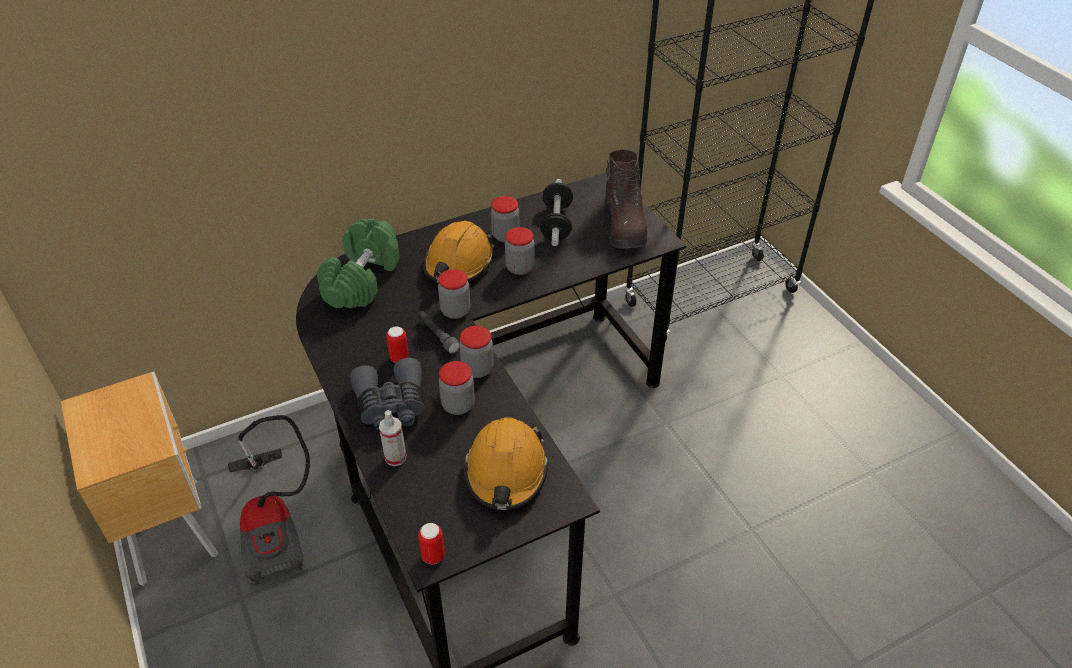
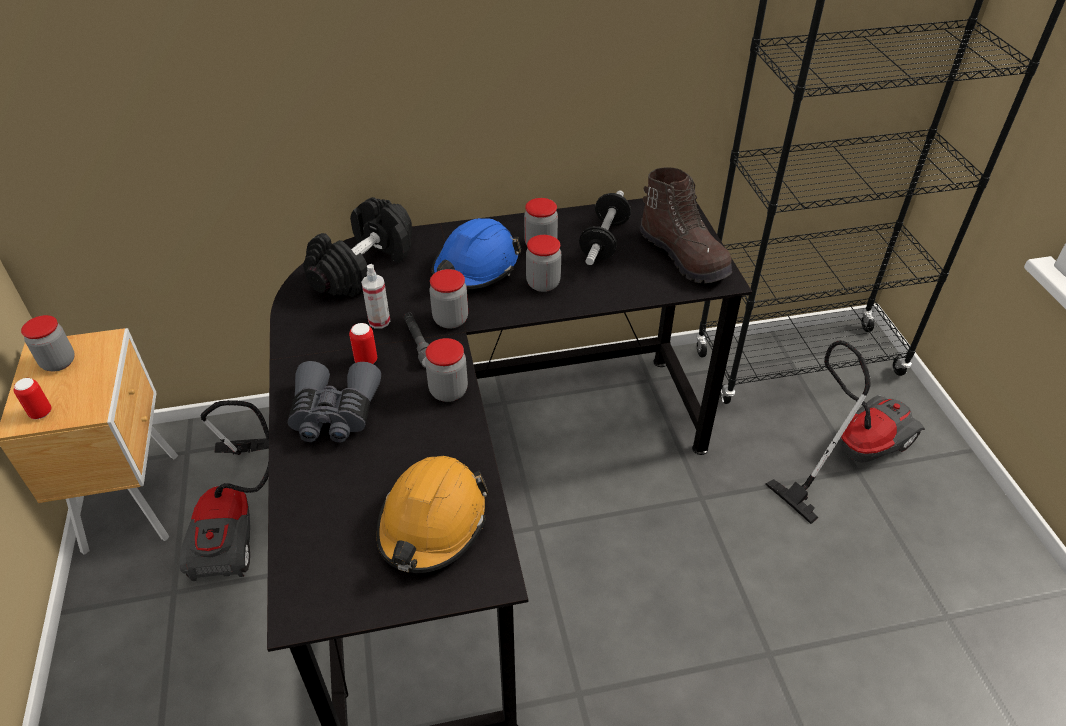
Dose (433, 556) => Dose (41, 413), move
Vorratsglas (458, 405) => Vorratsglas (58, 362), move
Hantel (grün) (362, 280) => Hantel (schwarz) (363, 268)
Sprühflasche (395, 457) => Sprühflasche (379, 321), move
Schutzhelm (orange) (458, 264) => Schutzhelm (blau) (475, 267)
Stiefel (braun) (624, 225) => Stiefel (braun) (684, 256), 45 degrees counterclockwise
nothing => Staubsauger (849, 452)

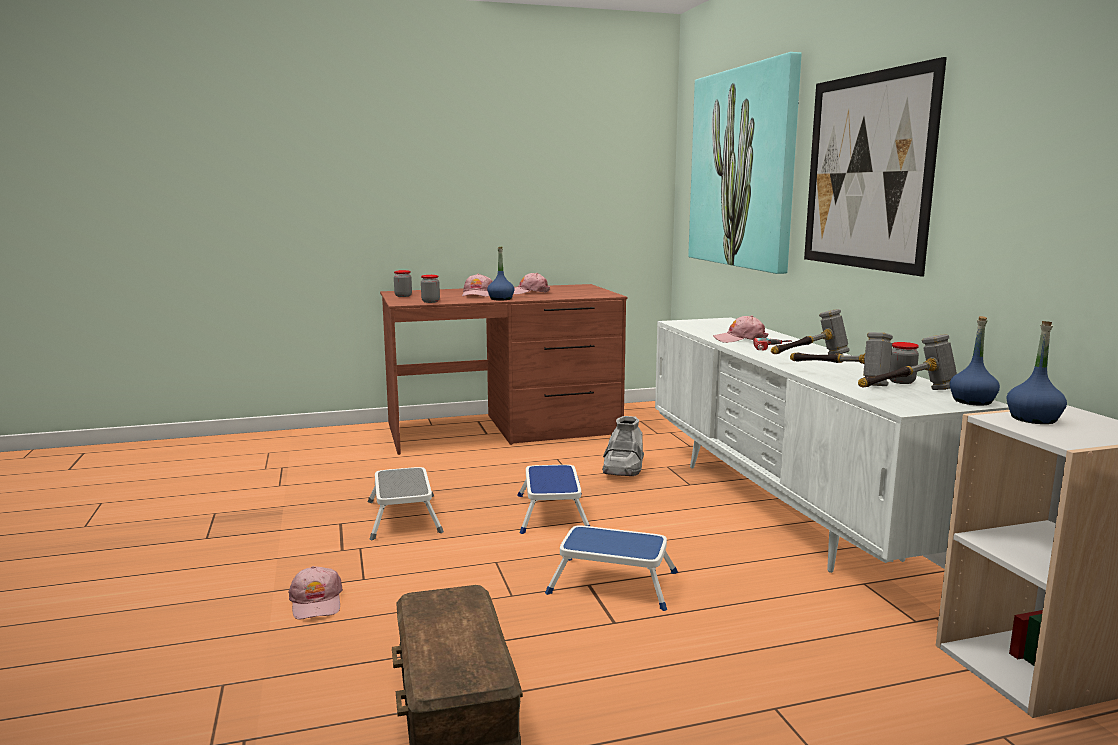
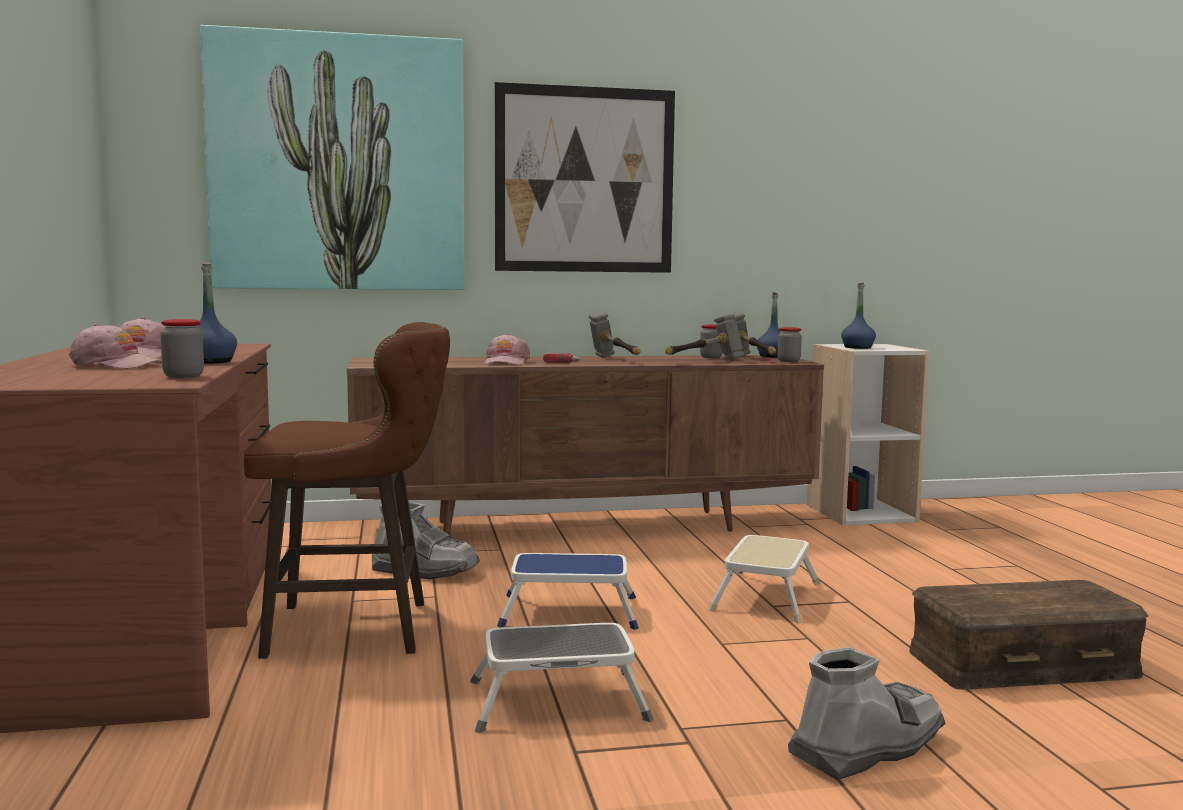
nothing => Hocker (braun) (358, 628)
Schrank (weiß) (784, 508) => Schrank (braun) (586, 526)
Trittleiter (blau) (613, 582) => Trittleiter (beige) (765, 596)
Vorratsglas (403, 296) => Vorratsglas (788, 361), move
Kappe (rosa) (316, 602) => Stiefel (grau) (866, 747)

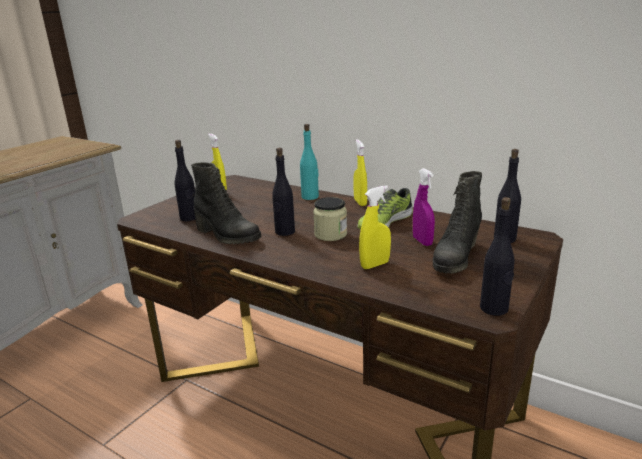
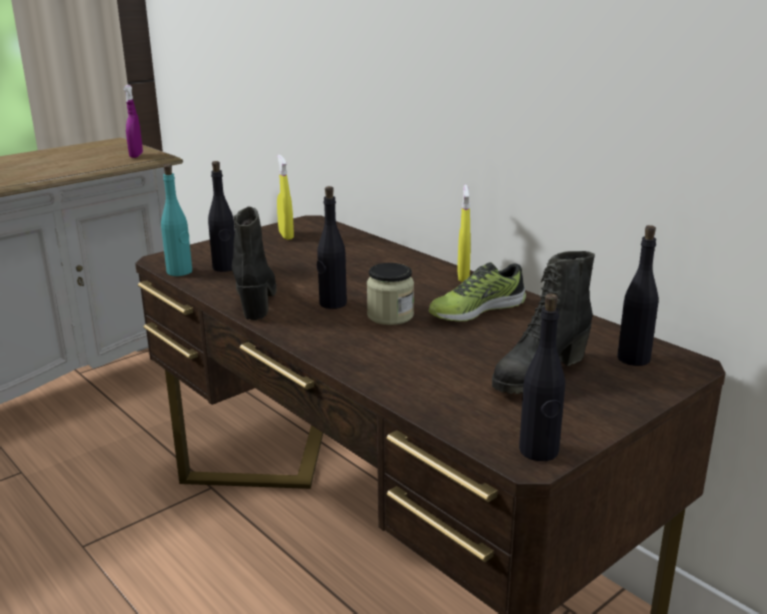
Sprühflasche (lila) (422, 241) => Sprühflasche (lila) (136, 155), move
Flasche (türkis) (310, 197) => Flasche (türkis) (180, 272), move
Stiefel (schwarz) (227, 236) => Stiefel (schwarz) (256, 298), 150 degrees counterclockwise
Sprühflasche (gelb) (375, 265) => nothing

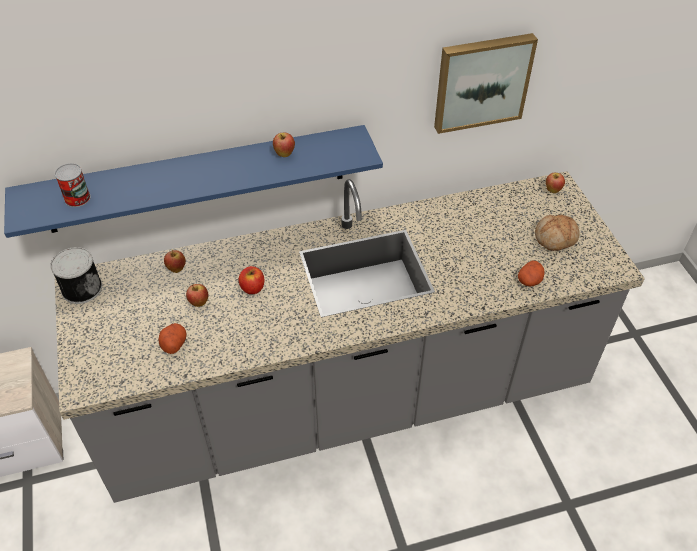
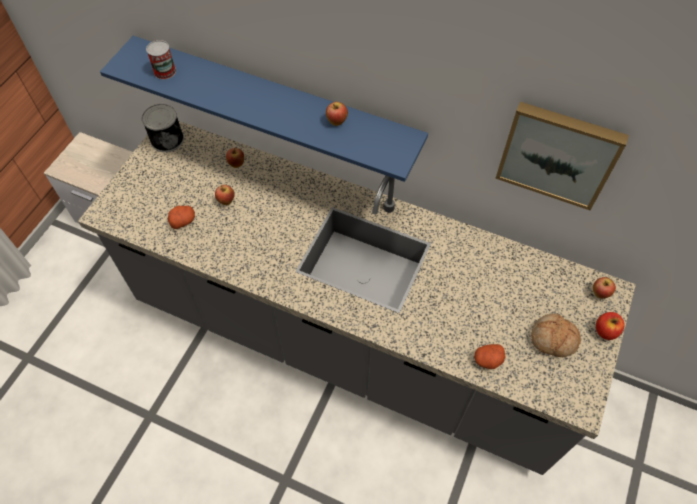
Apfel (252, 288) => Apfel (605, 330), move

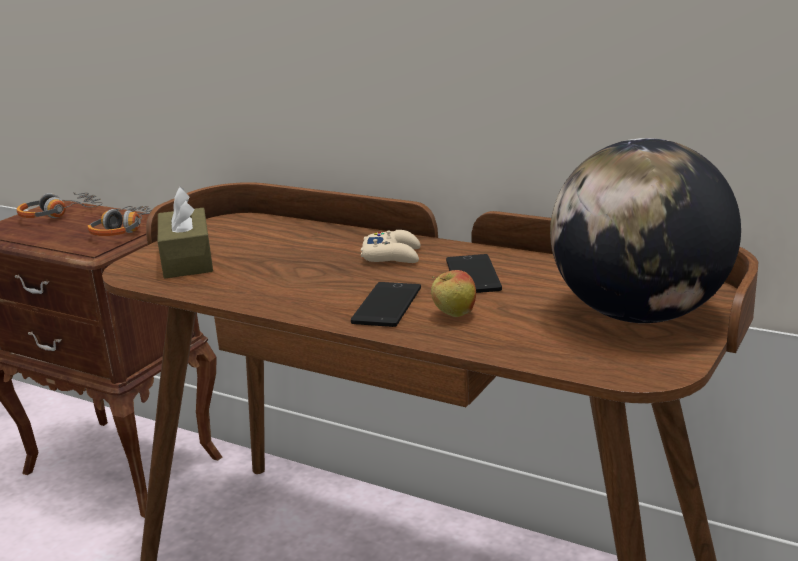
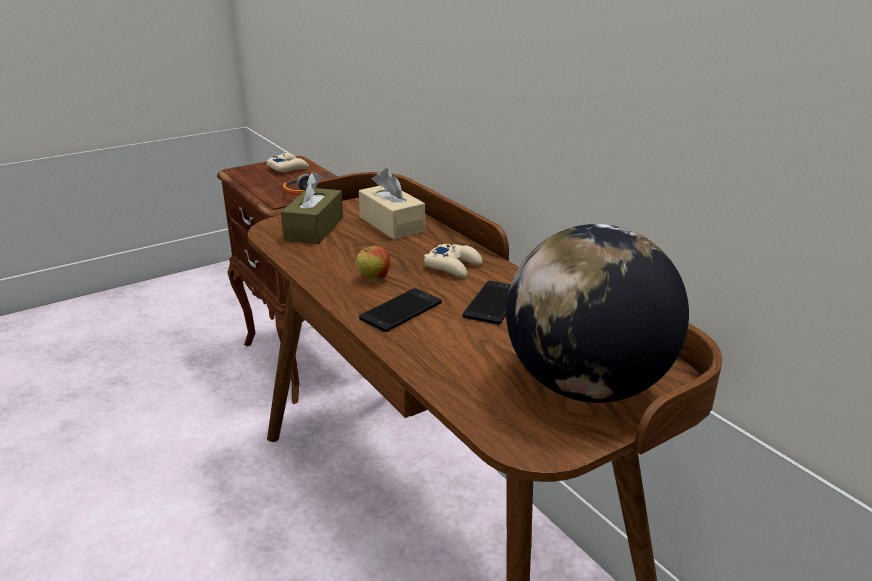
Kopfhörer (60, 214) => Gamepad (beige) (288, 168)
Apfel (454, 315) => Apfel (373, 279), move
nothing => Taschentuchbox (beige) (391, 224)

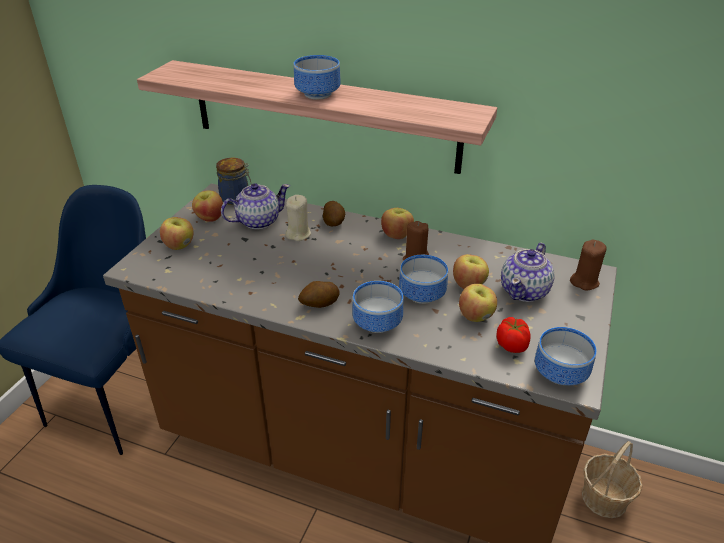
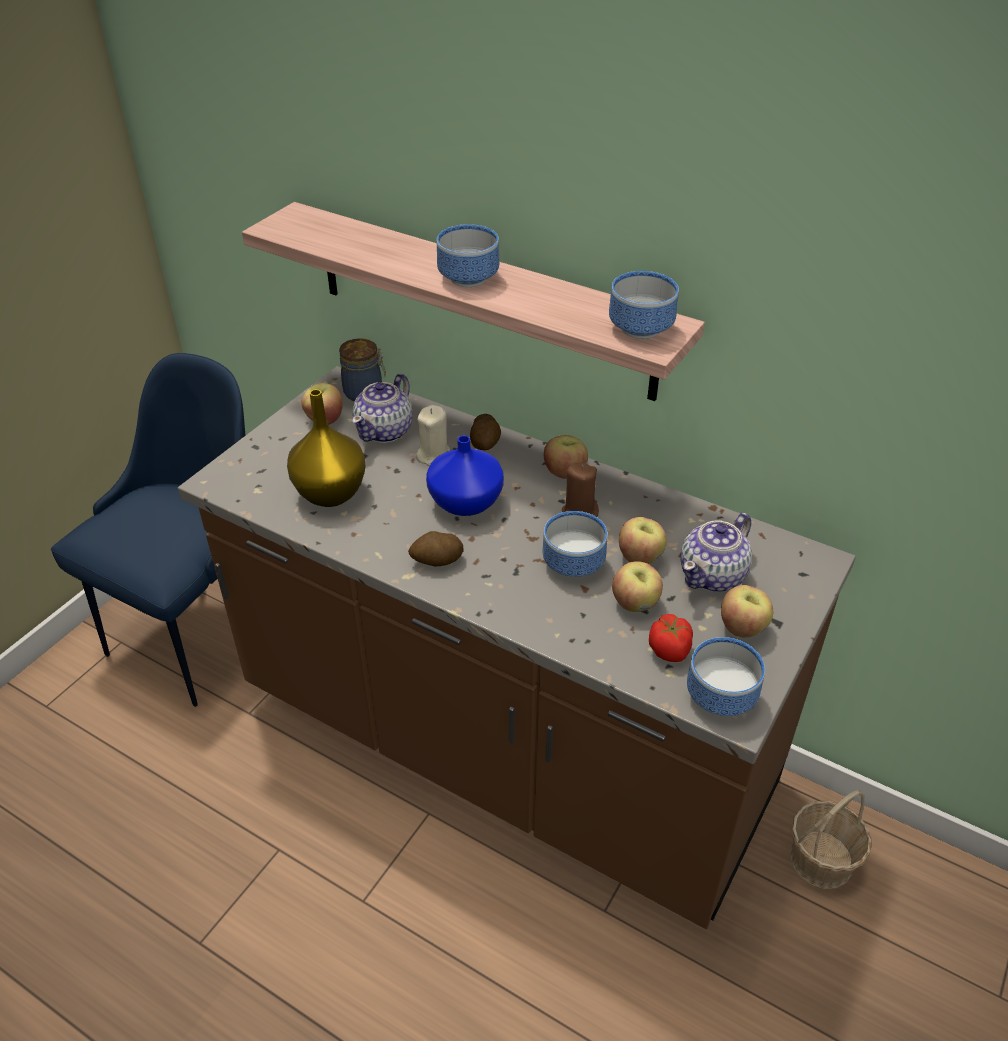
nothing => Vase (gelb) (331, 494)
Teekanne (258, 221) => Teekanne (385, 431), 135 degrees clockwise
nothing => Vase (blau) (465, 503)
Schüssel (379, 322) => Schüssel (643, 328), move
Apfel (179, 245) => Apfel (742, 627), move
Kerze (braun) (584, 282) => nothing

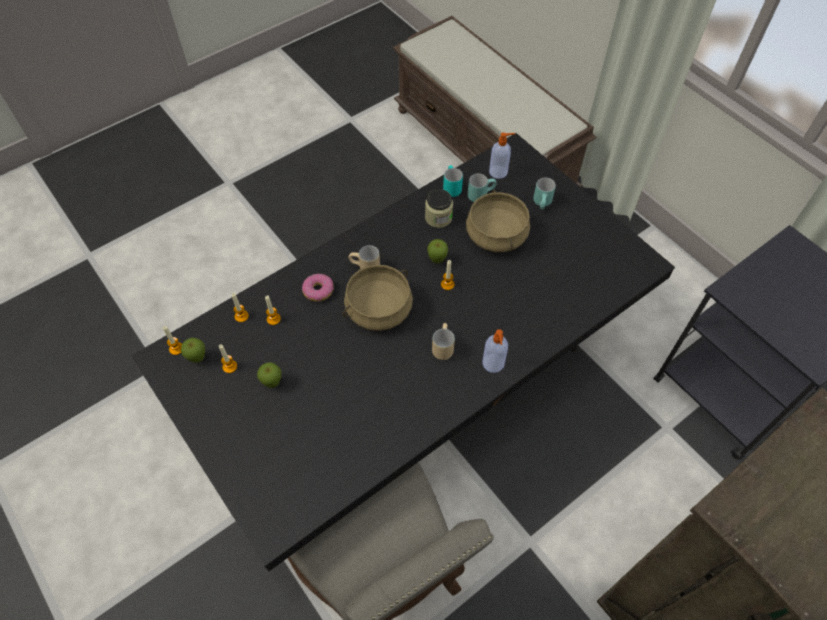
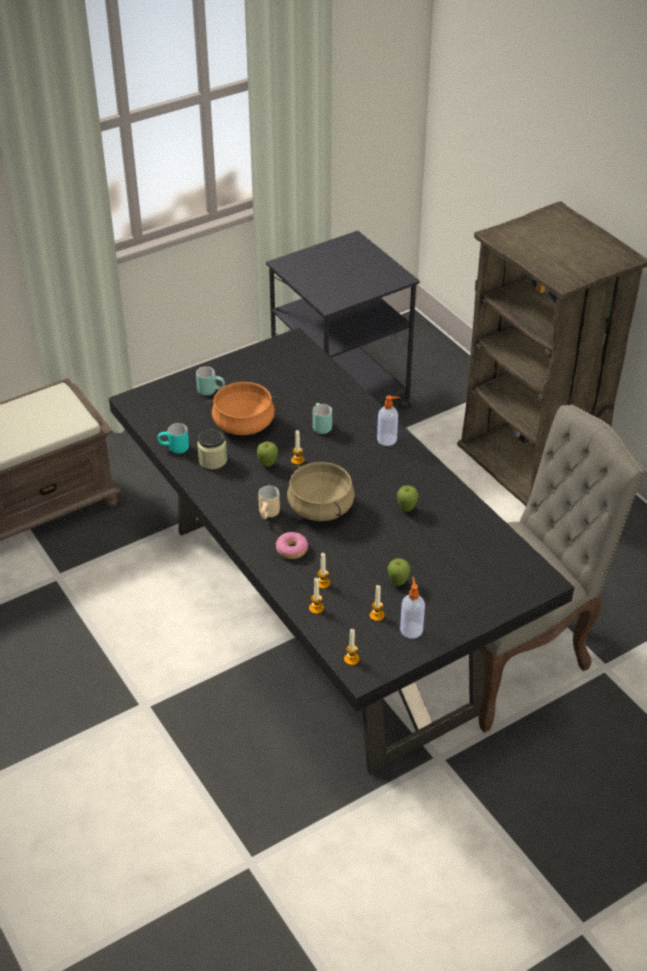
Kochtopf (beige) (497, 235) => Kochtopf (orange) (244, 423)
Henkelbecher (türkis) (480, 194) => Henkelbecher (türkis) (319, 426), move
Apfel (198, 358) => Apfel (407, 509), move
Seifenspender (499, 172) => Seifenspender (411, 629), move
Henkelbecher (beige) (441, 347) => nothing

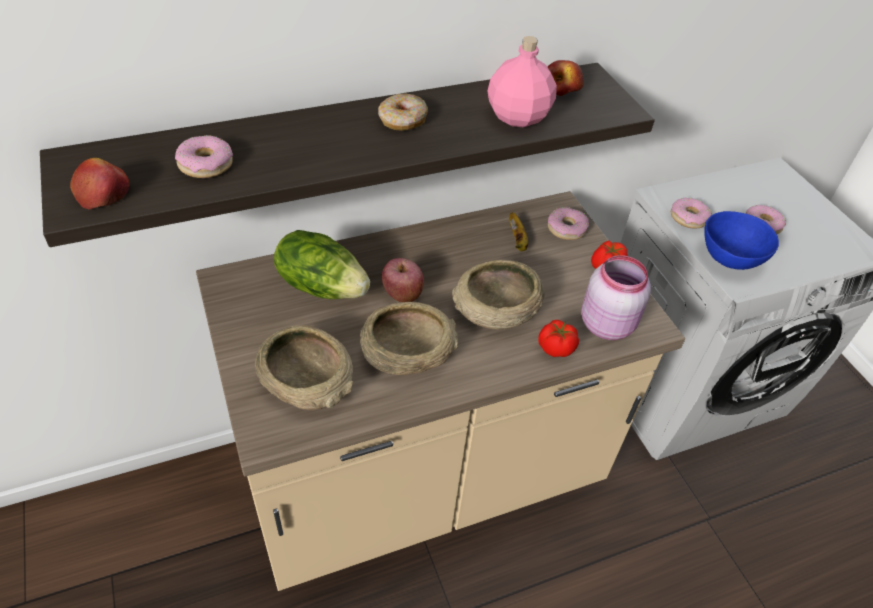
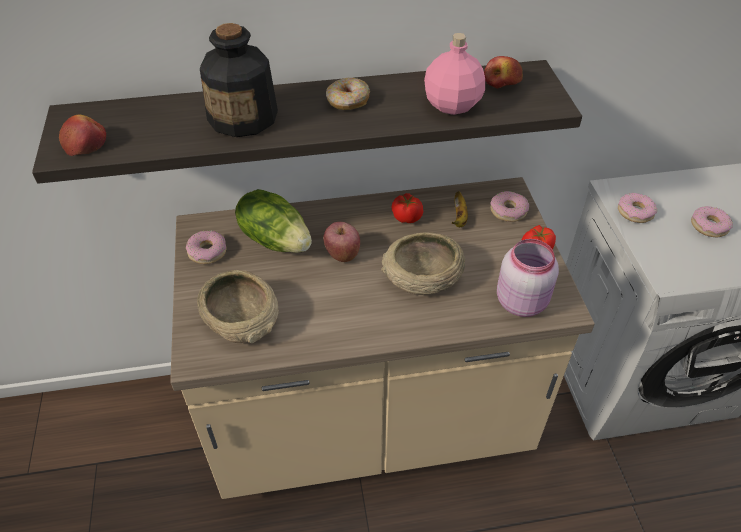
Donut (205, 164) => Donut (207, 252), move
nothing => Flasche (244, 117)
Tomate (555, 348) => Tomate (406, 218), move
Schüssel (beige) (407, 352) => nothing
Schüssel (blau) (728, 258) => nothing

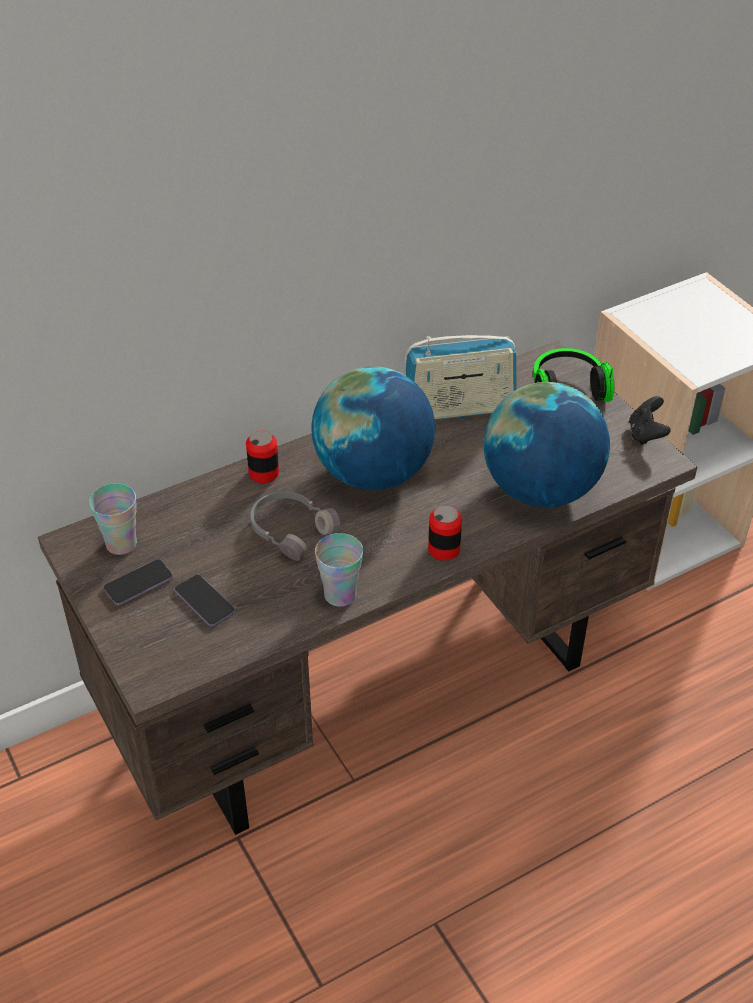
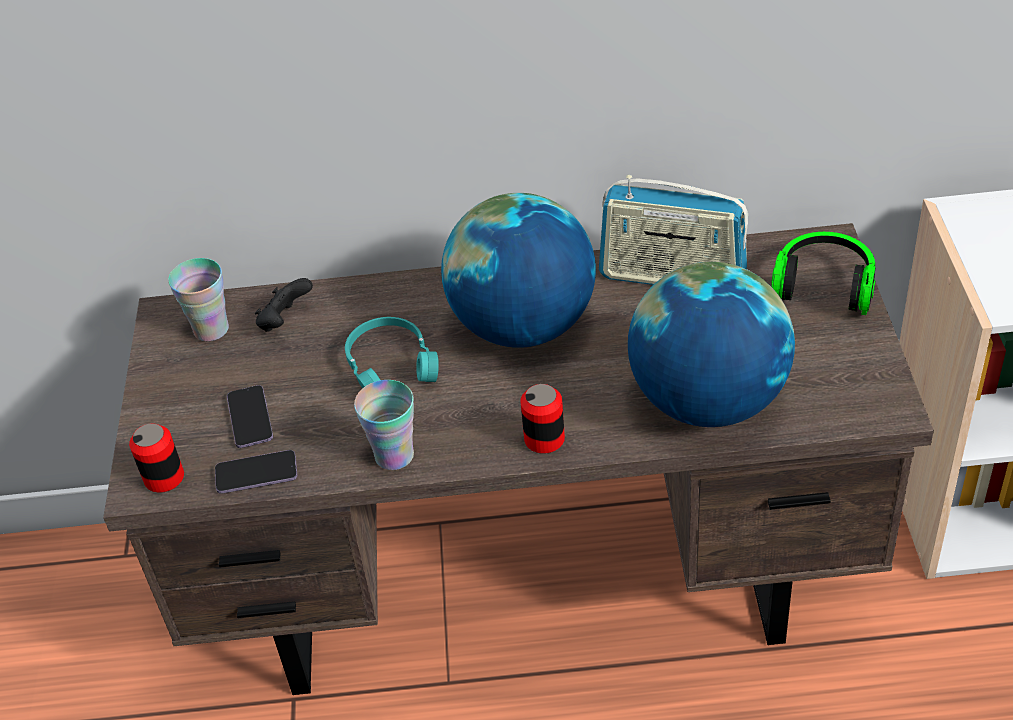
Dose (263, 473) => Dose (164, 478), move
Handy (138, 584) => Handy (256, 474), move
Gamepad (schwarz) (646, 434) => Gamepad (schwarz) (285, 321), move
Kopfhörer (grau) (291, 529) => Kopfhörer (türkis) (391, 365)

